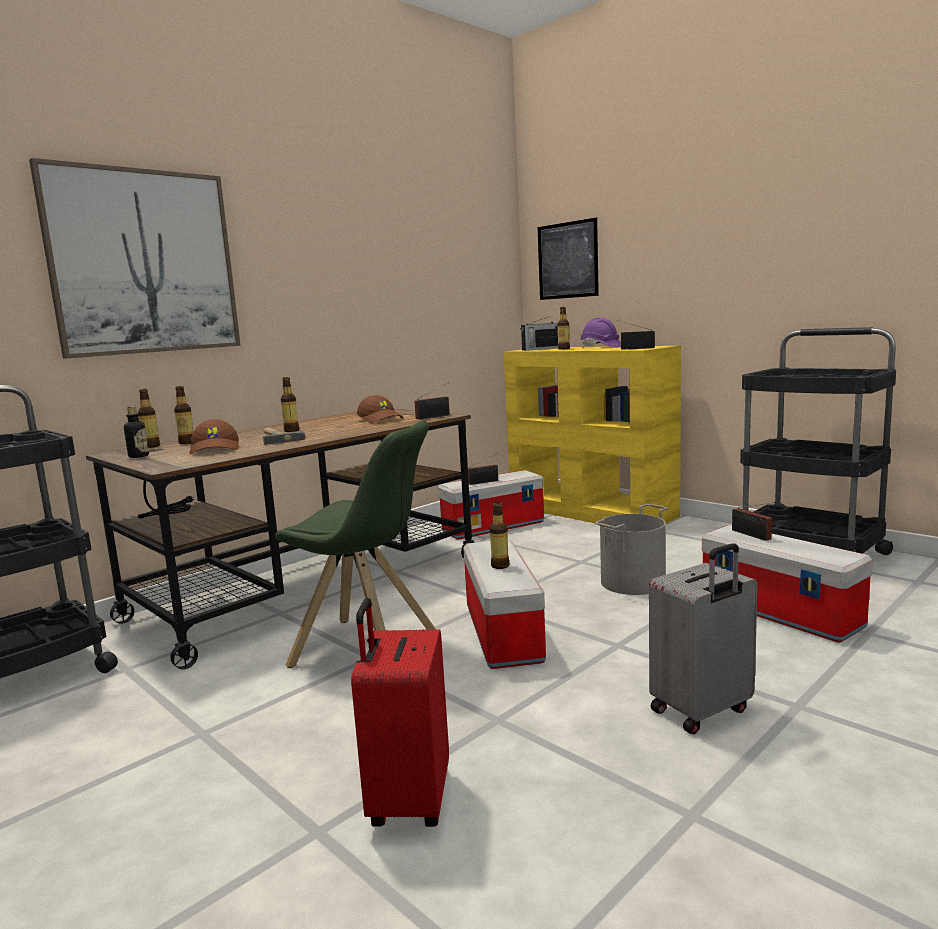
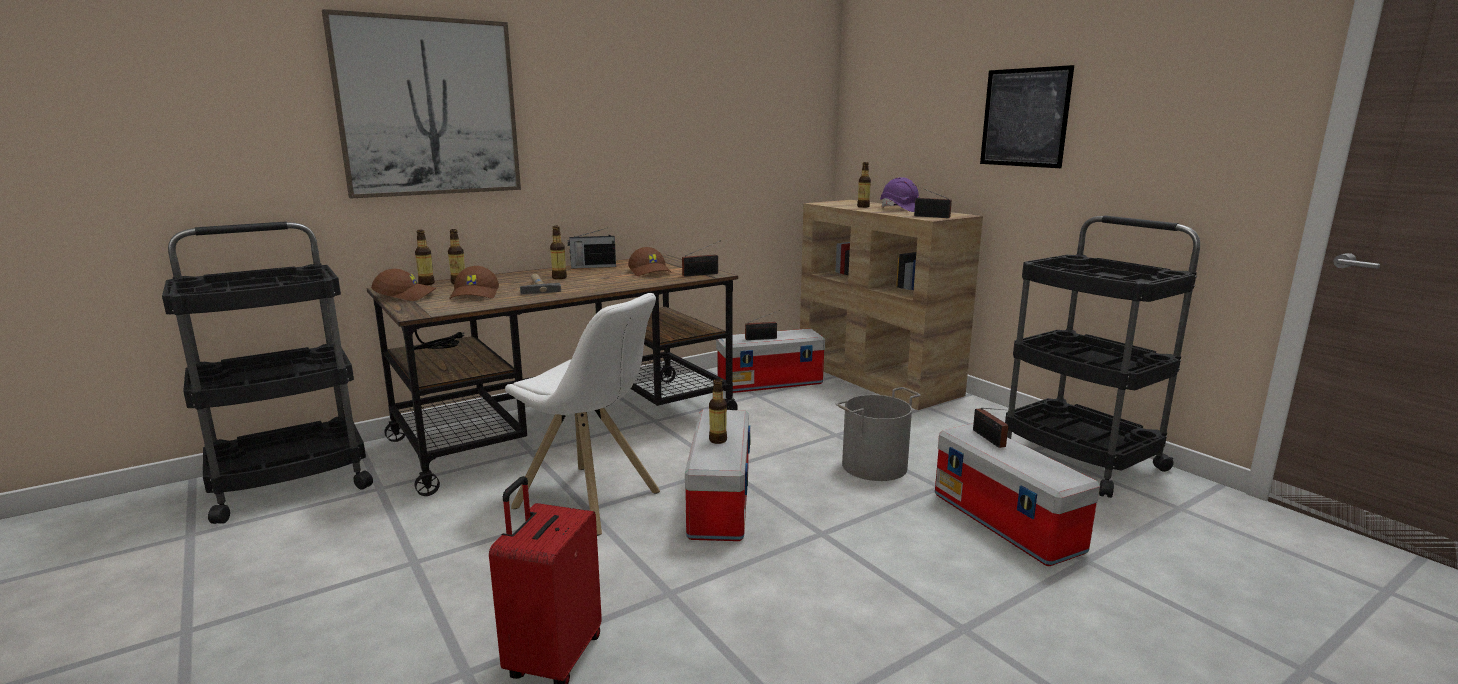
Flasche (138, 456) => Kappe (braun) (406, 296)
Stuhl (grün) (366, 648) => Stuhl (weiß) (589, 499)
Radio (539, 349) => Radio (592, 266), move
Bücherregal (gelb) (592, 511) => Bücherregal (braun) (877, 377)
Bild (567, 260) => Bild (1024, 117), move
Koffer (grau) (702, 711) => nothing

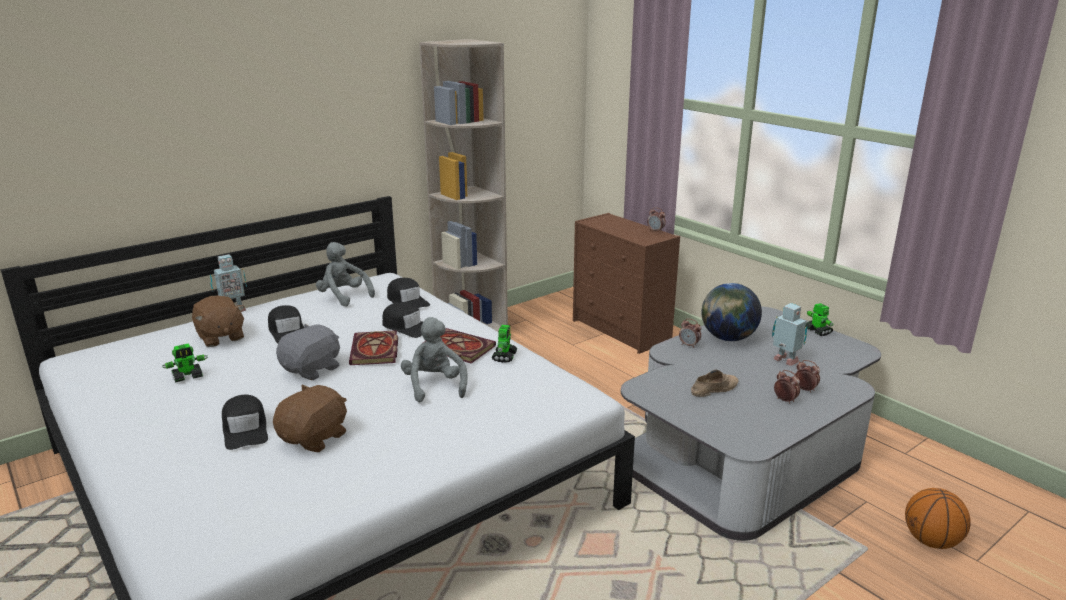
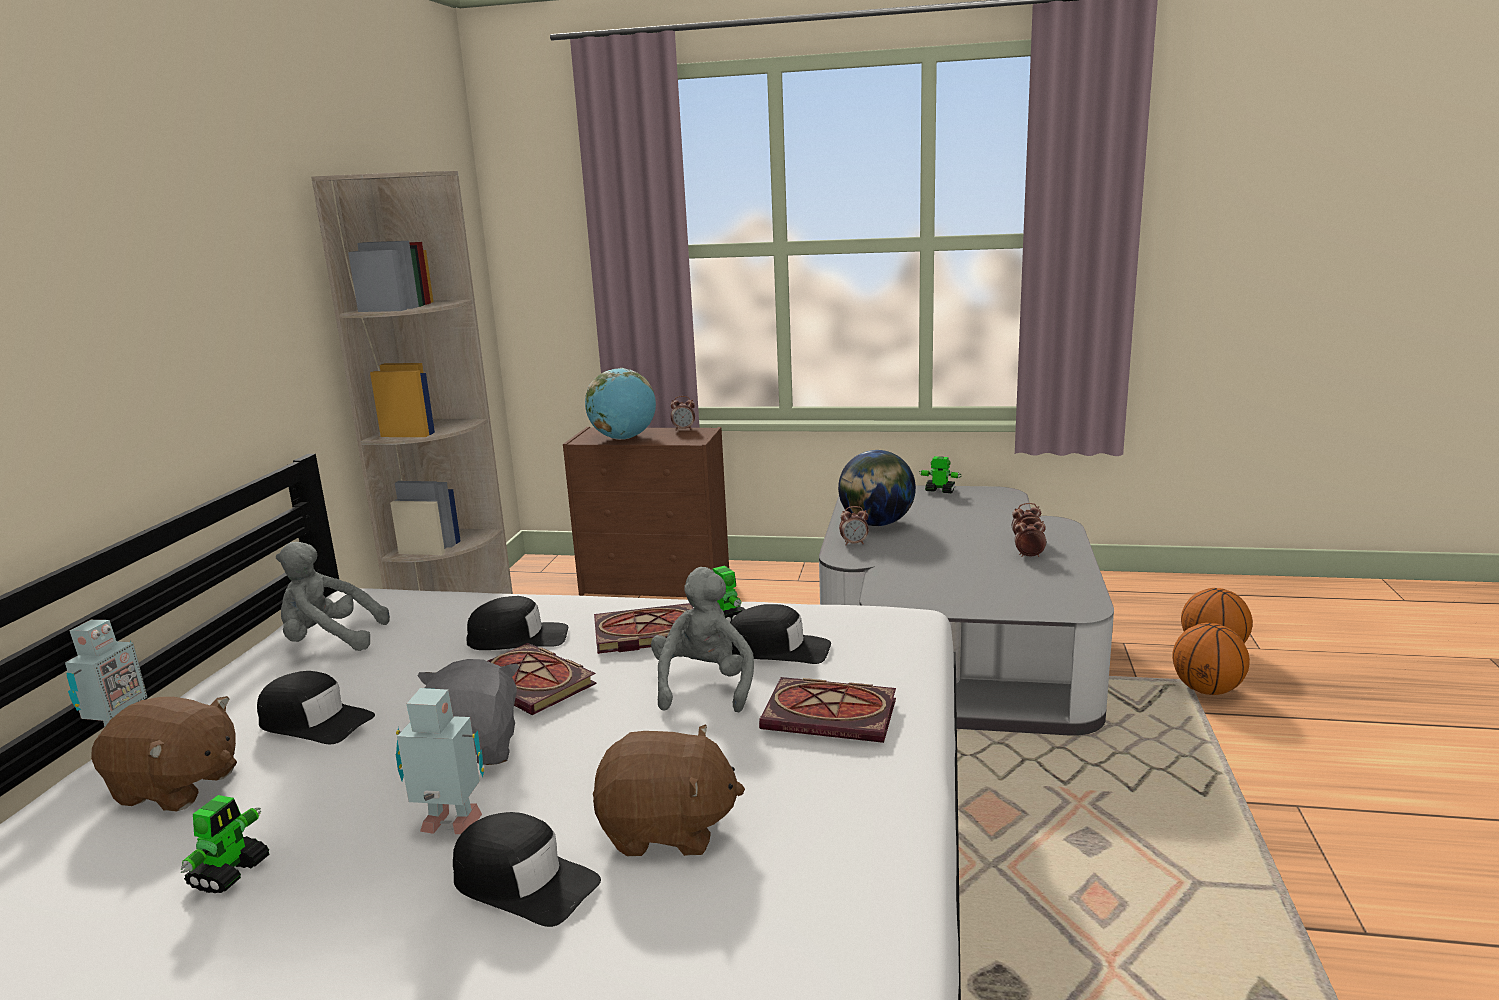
Spielzeugroboter (785, 362) => Spielzeugroboter (451, 828), move
nothing => Globus (624, 438)
Plüschtier (braun) (315, 438) => Plüschtier (braun) (667, 830), 105 degrees clockwise
Plüschtier (grau) (434, 386) => Plüschtier (grau) (704, 686), 60 degrees clockwise
Kappe (schwarz) (407, 301) => Kappe (schwarz) (778, 649), move
nothing => Buch (833, 714)
nothing => Basketball (1207, 690)
Schuh (beige) (713, 388) => nothing

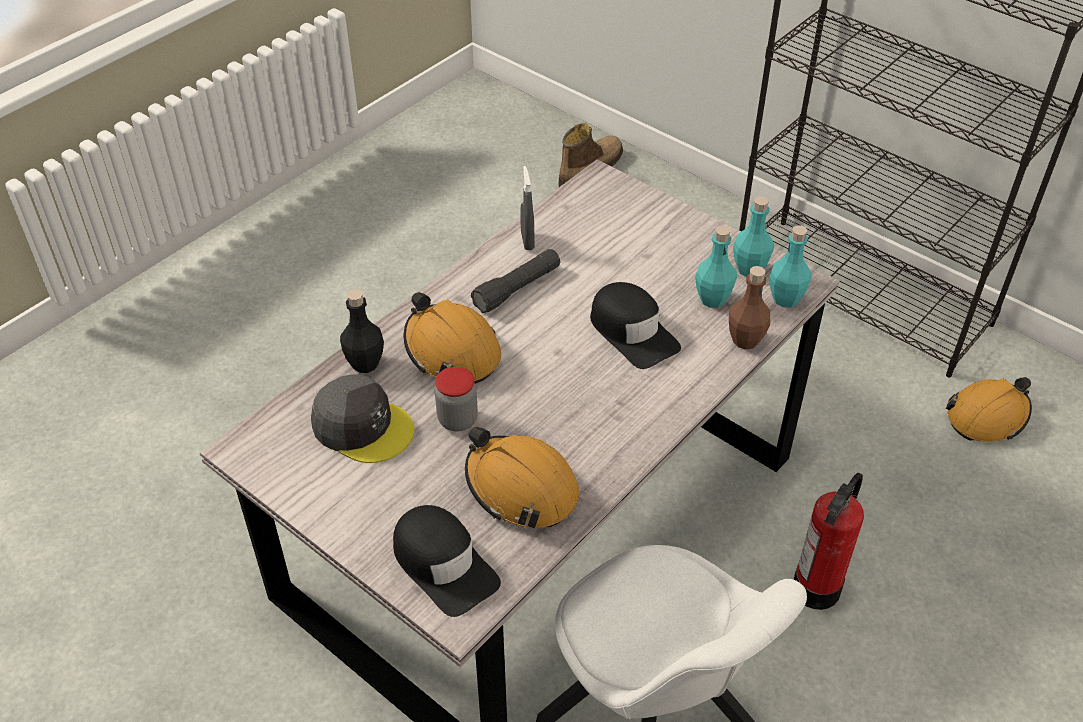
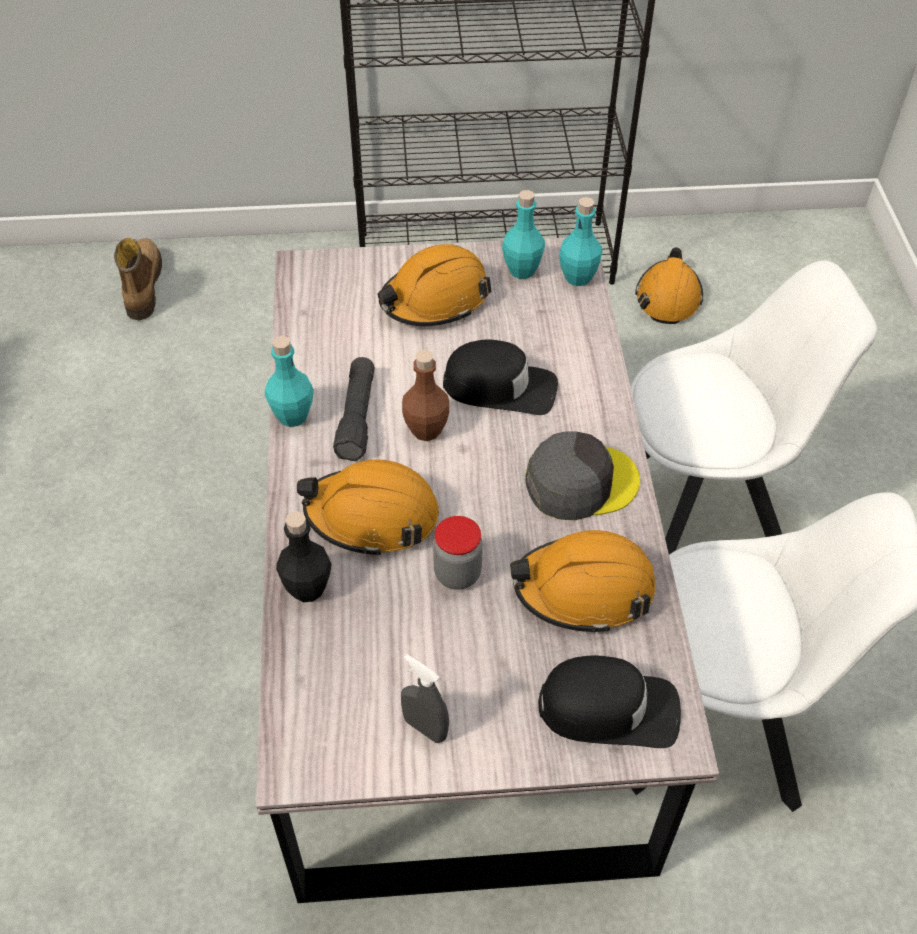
Flasche (türkis) (712, 299) => Flasche (türkis) (293, 416), move
nothing => Schutzhelm (orange) (434, 299)
Sprühflasche (grau) (527, 241) => Sprühflasche (grau) (425, 728), move
Flasche (braun) (745, 340) => Flasche (braun) (426, 430), move
Kappe (grau) (363, 426) => Kappe (grau) (580, 482), move
Feuerlöscher (817, 588) => Stuhl (weiß) (702, 514)

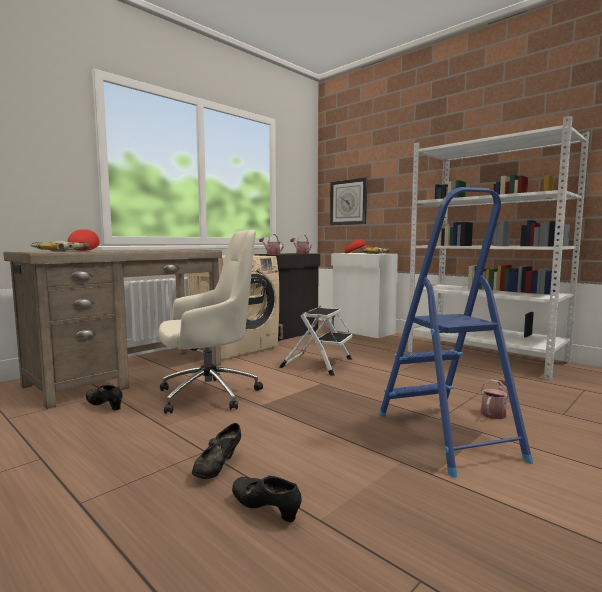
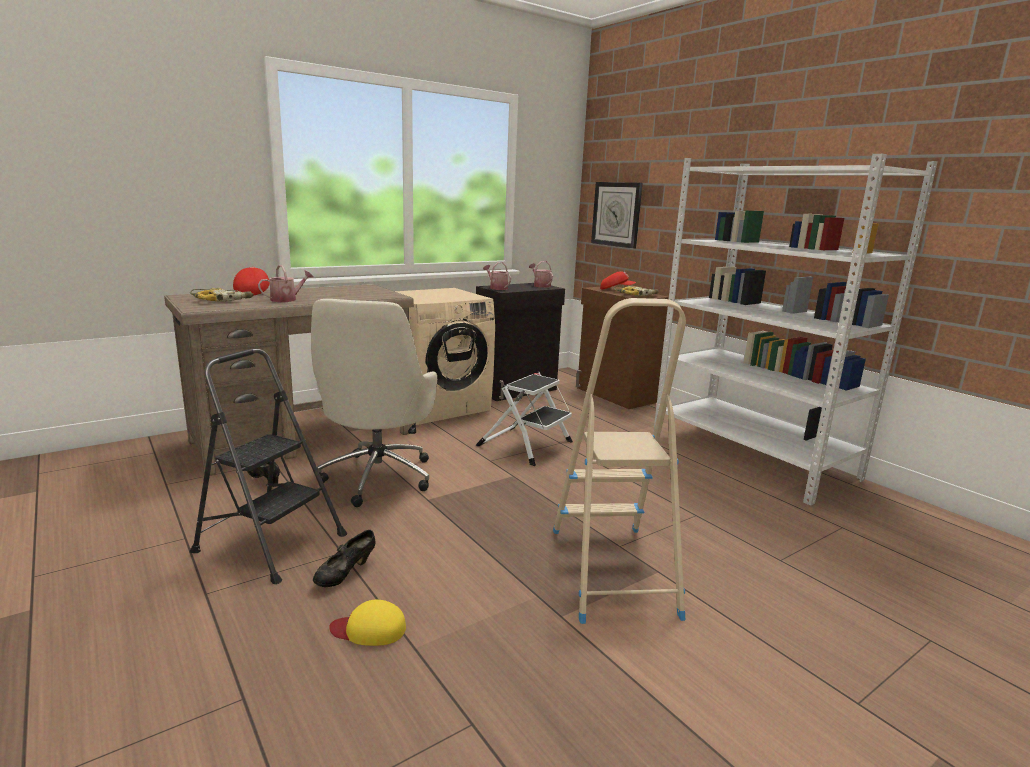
nothing => Trittleiter (schwarz) (268, 541)
Gießkanne (494, 413) => Gießkanne (287, 299), move
Bürostuhl (beige) (209, 395) => Bürostuhl (beige) (378, 478), 105 degrees clockwise
Schuh (schwarz) (266, 510) => Kappe (gelb) (369, 629)
Trittleiter (blau) (445, 434) => Trittleiter (beige) (611, 568)
Schrank (weiß) (362, 331) => Schrank (braun) (615, 395)

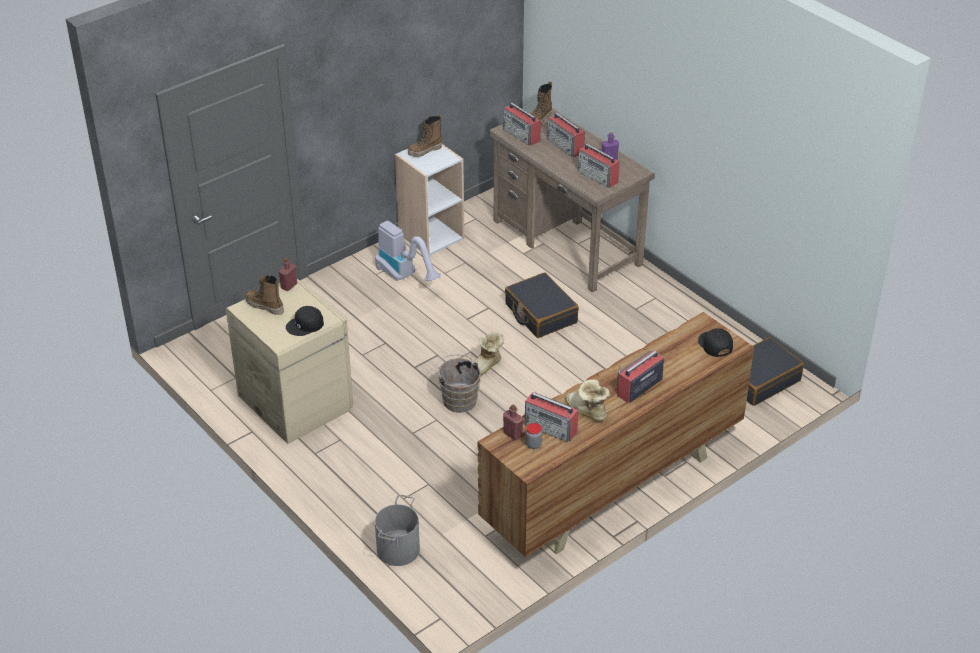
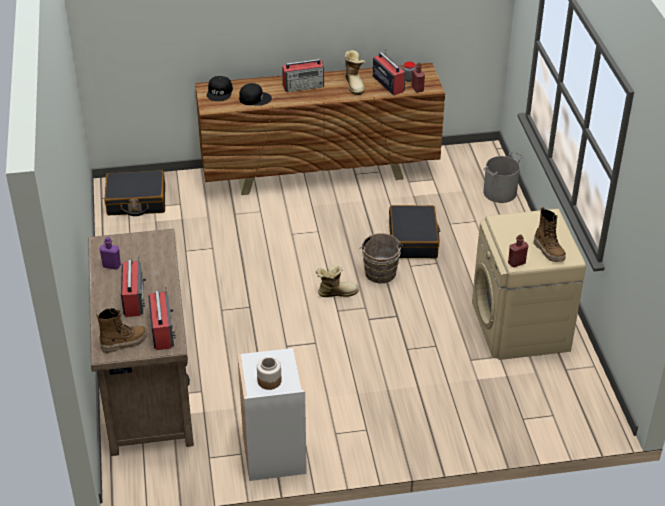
Kappe (schwarz) (305, 325) => Kappe (schwarz) (254, 98), move
Stiefel (425, 151) => Vorratsglas (269, 381)
Koffer (schwarz) (540, 314) => Koffer (schwarz) (413, 240), move
Staubsauger (405, 276) => nothing
Radio (598, 177) => nothing

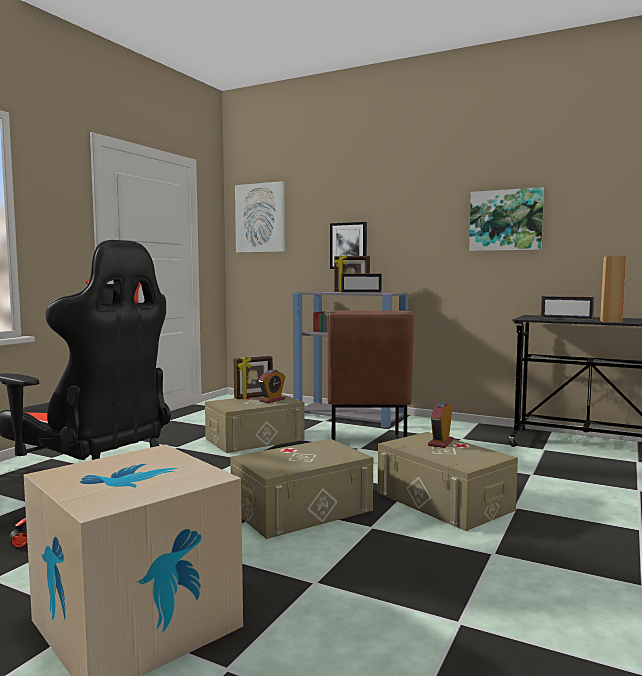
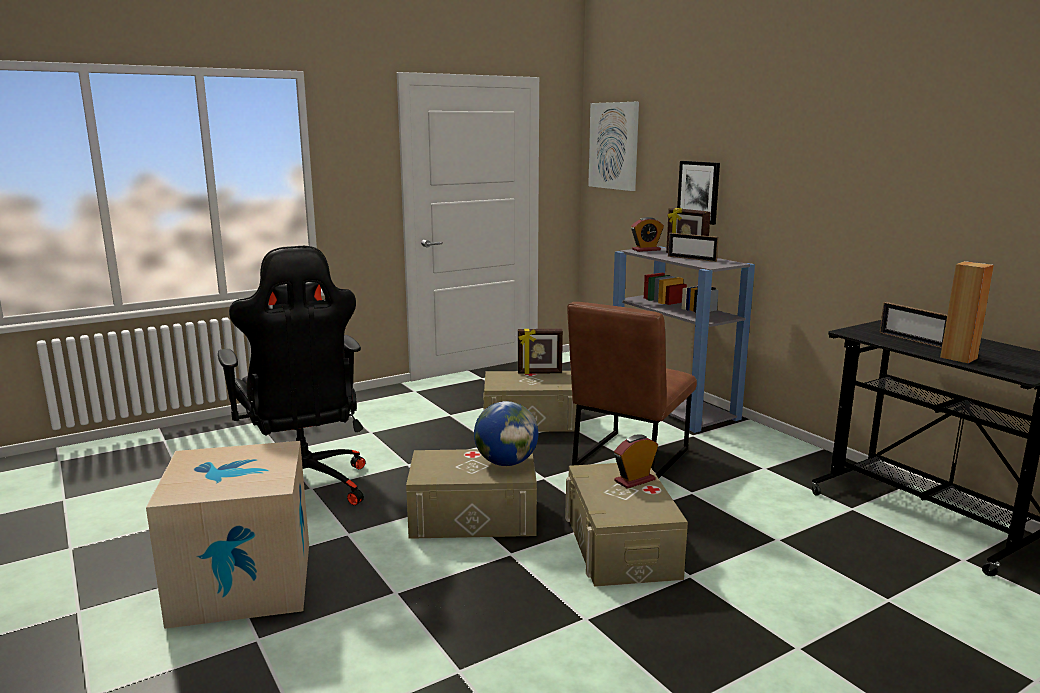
nothing => Globus (506, 463)
Wecker (272, 400) => Wecker (646, 250), move
Bild (506, 220) => nothing

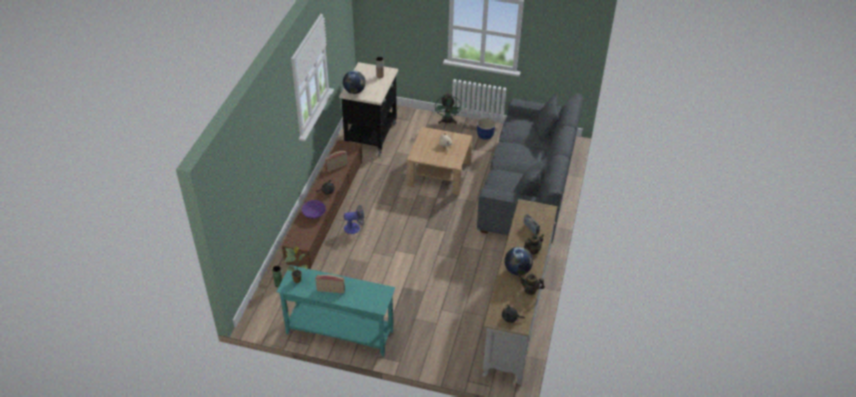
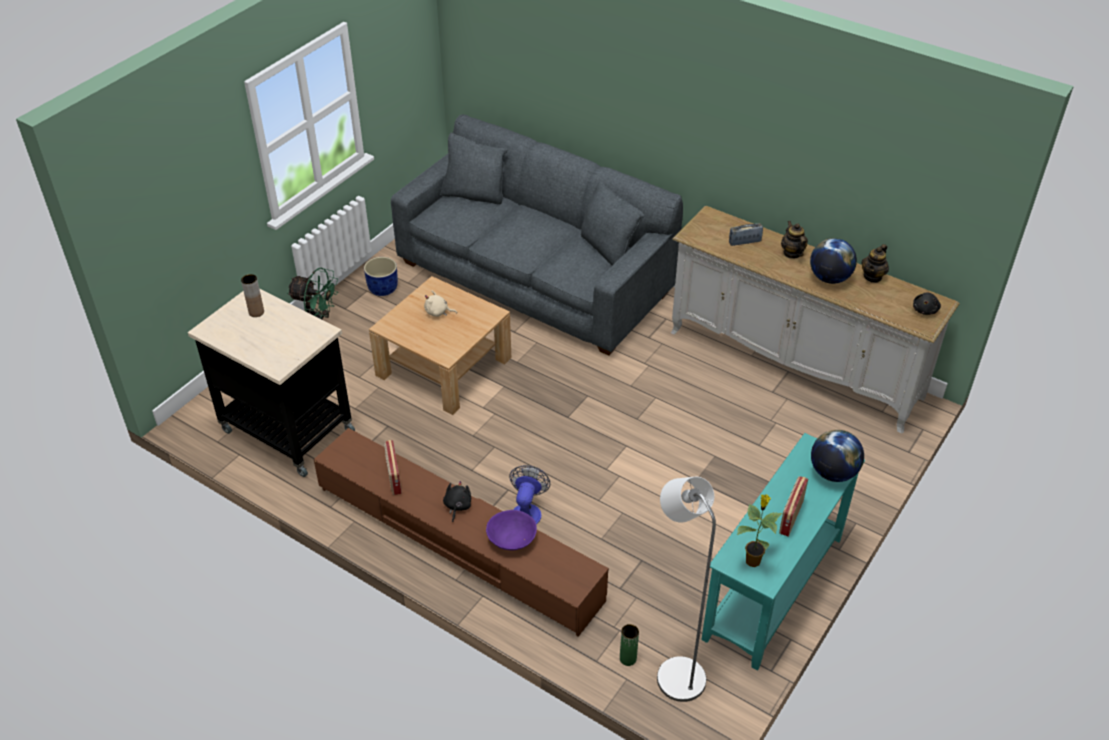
nothing => Stehlampe (grau) (675, 672)
Globus (354, 91) => Globus (833, 473), move

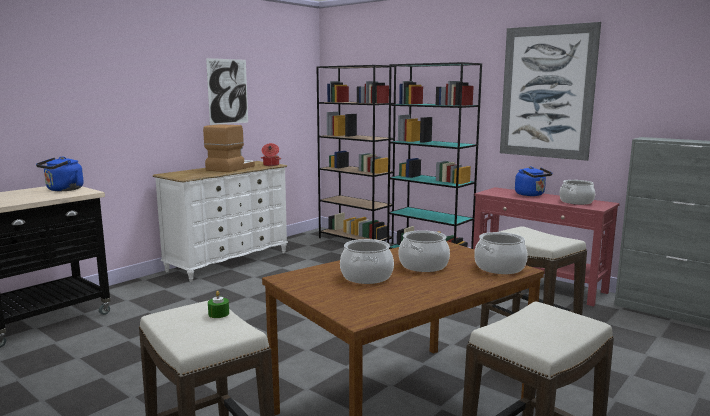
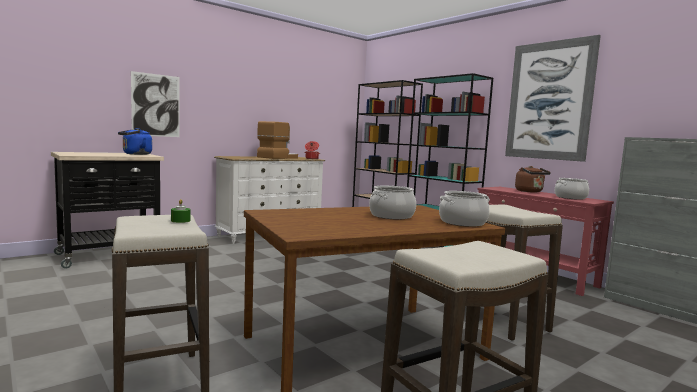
Bild (228, 91) => Bild (156, 105), move
Wasserkessel (blau) (531, 194) => Wasserkessel (braun) (530, 191)
Kochtopf (366, 276) => nothing

